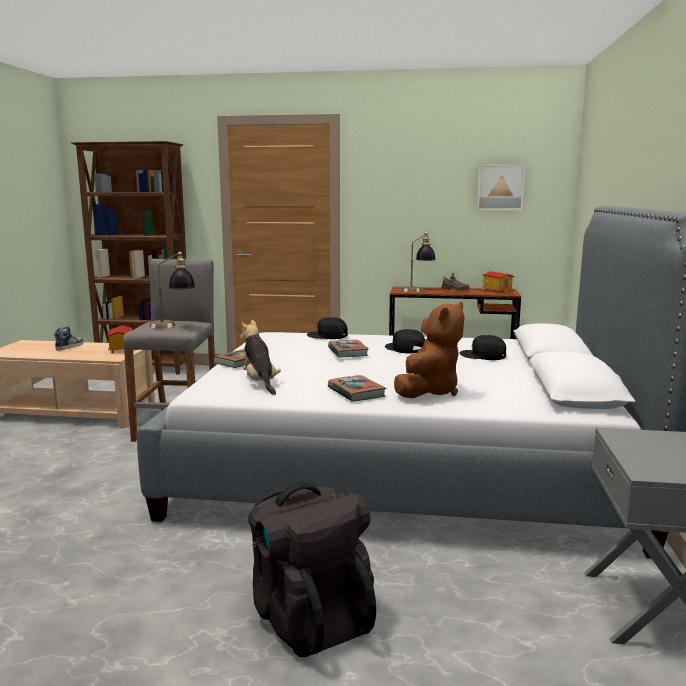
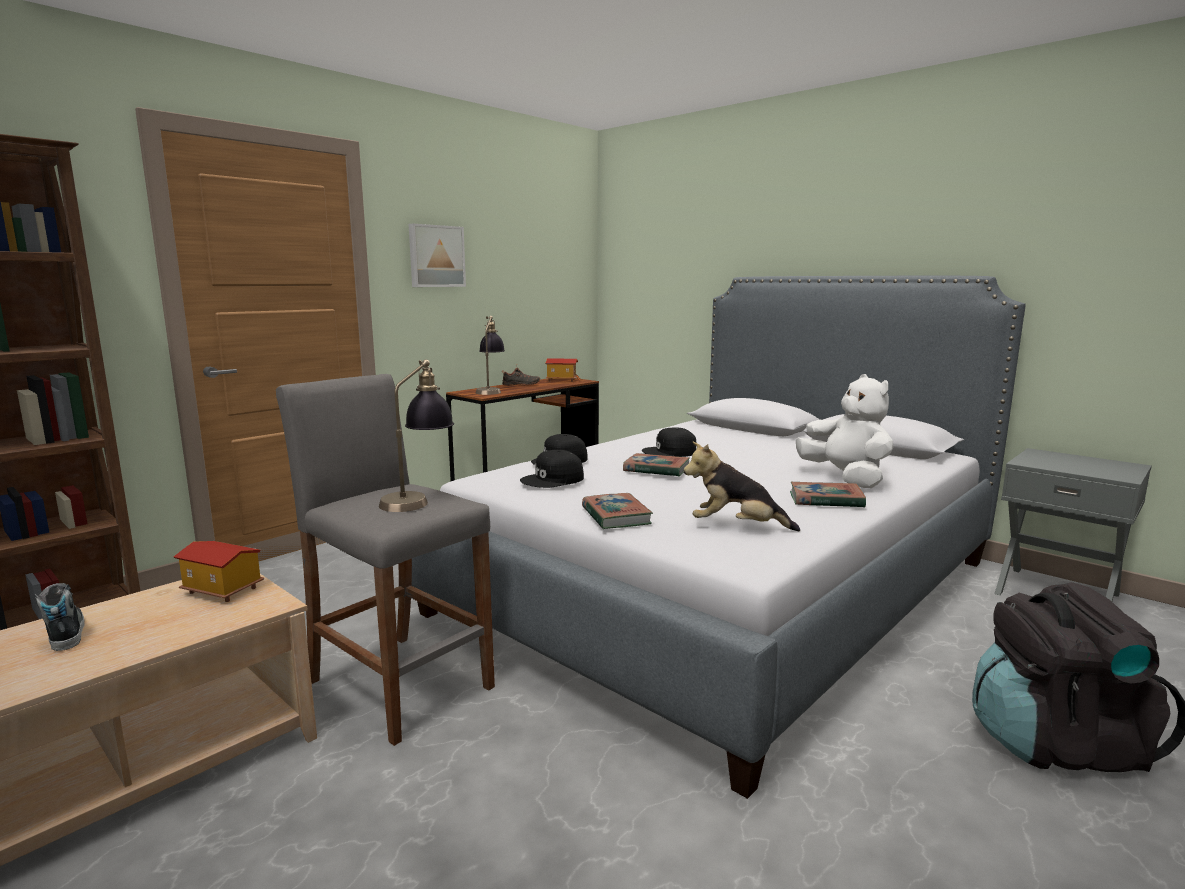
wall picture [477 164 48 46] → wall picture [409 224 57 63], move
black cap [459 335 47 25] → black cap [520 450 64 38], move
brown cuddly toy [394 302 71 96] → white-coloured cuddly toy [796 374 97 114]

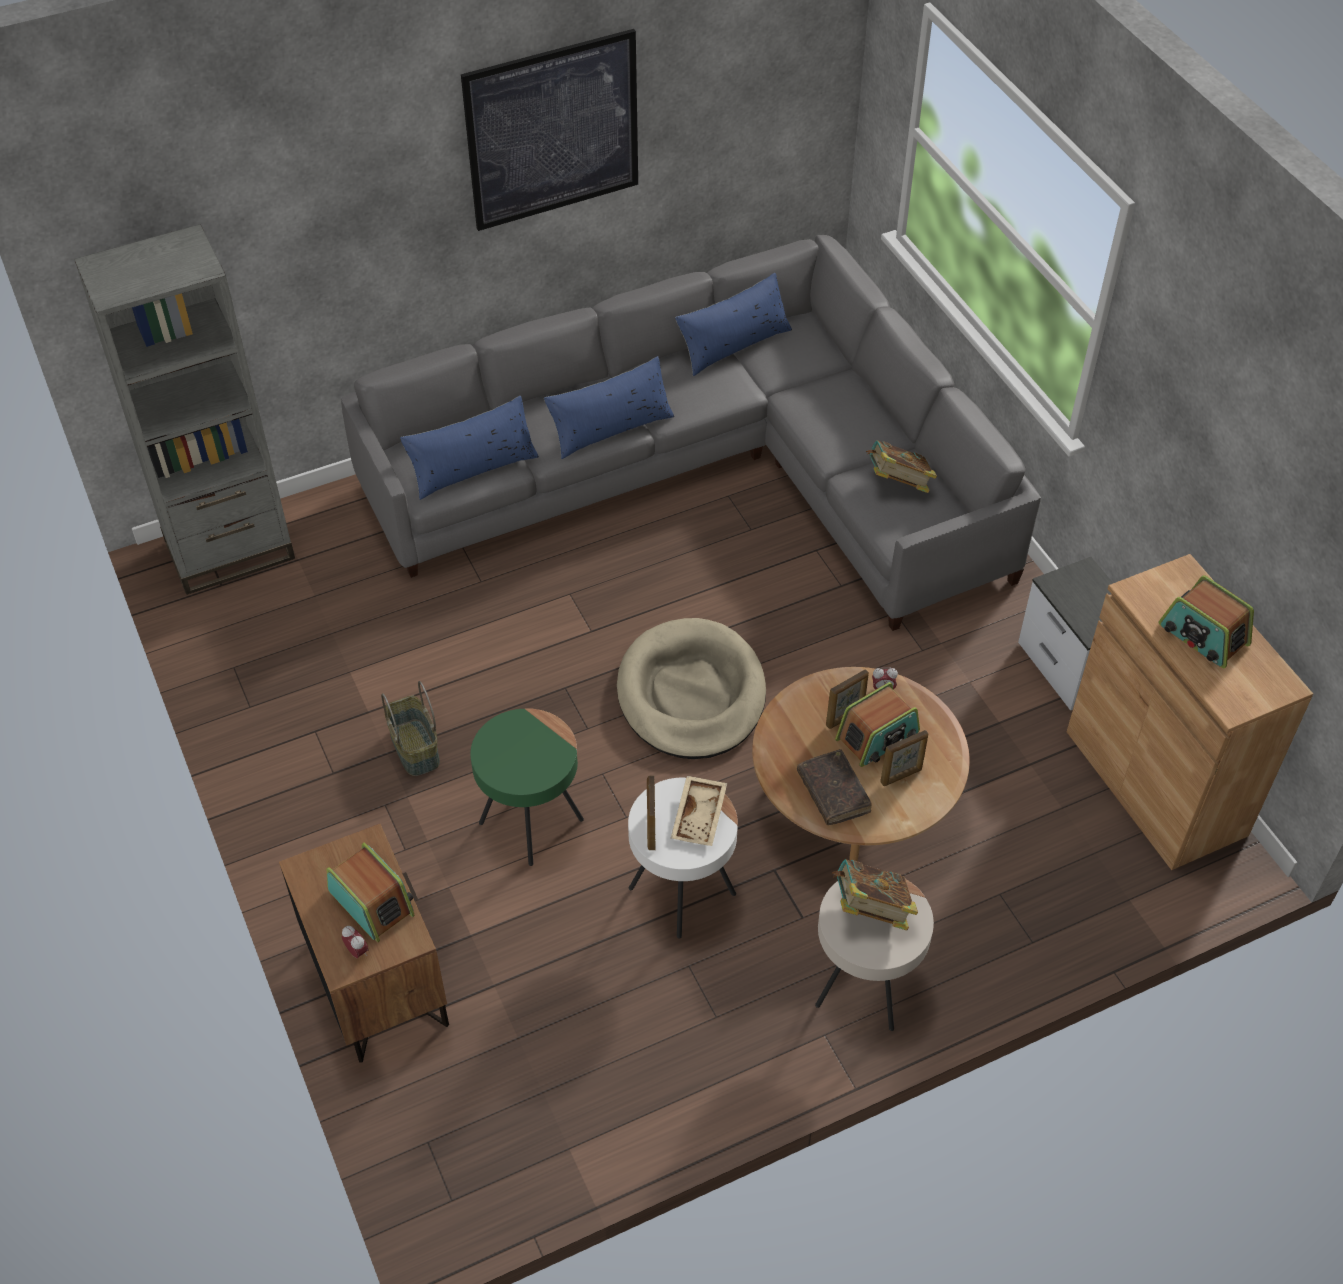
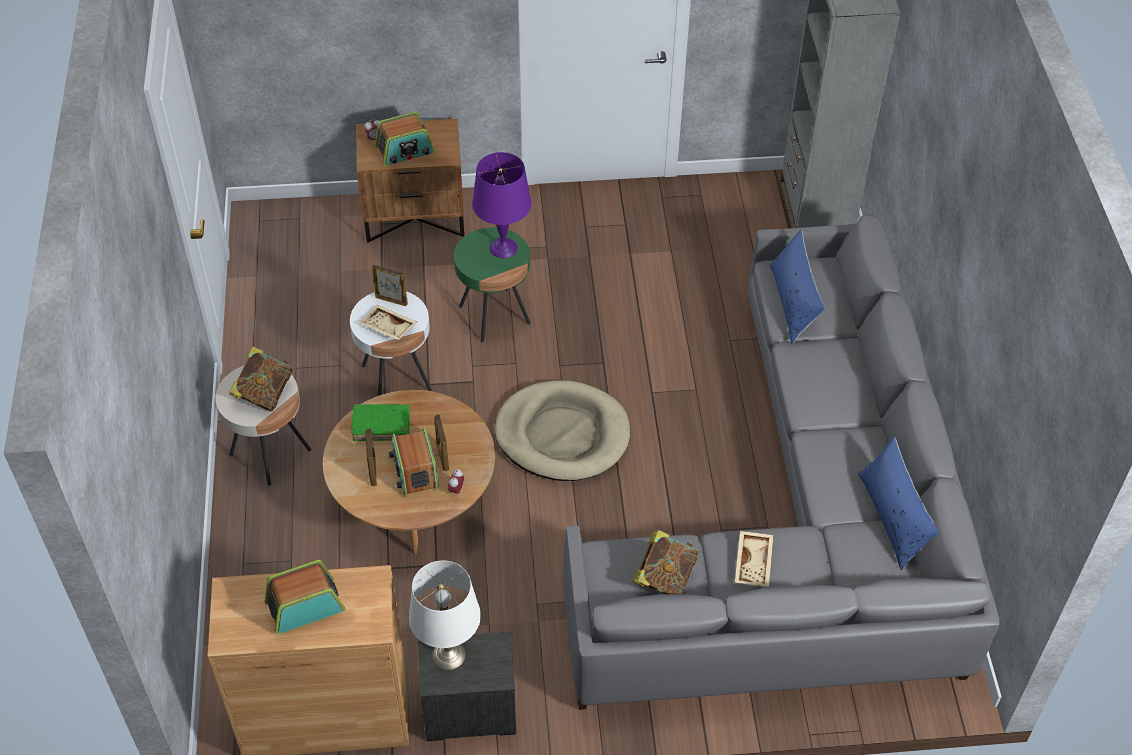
brown bound book [797 749 75 76] → green-coloured bound book [351 404 59 37]
- → white-coloured table lamp [409 561 72 109]
- → purple-coloured table lamp [472 152 60 106]
- → sand-coloured carrying tray [735 531 39 56]
storage basket [381 681 59 95] → -
wall picture [461 29 177 202] → -
blue throw pillow [544 356 130 103] → -

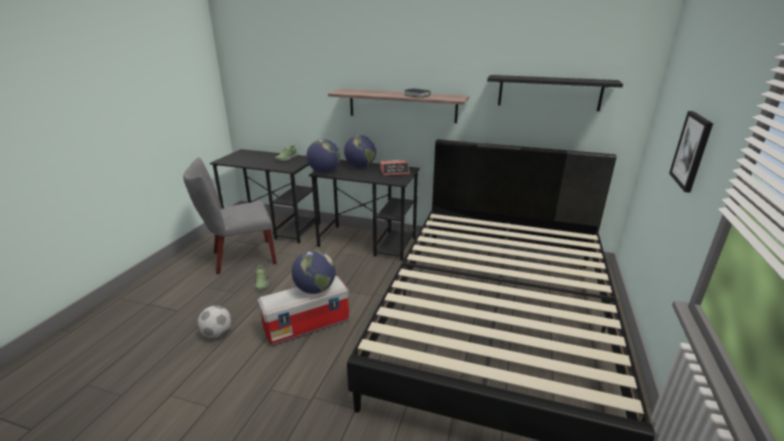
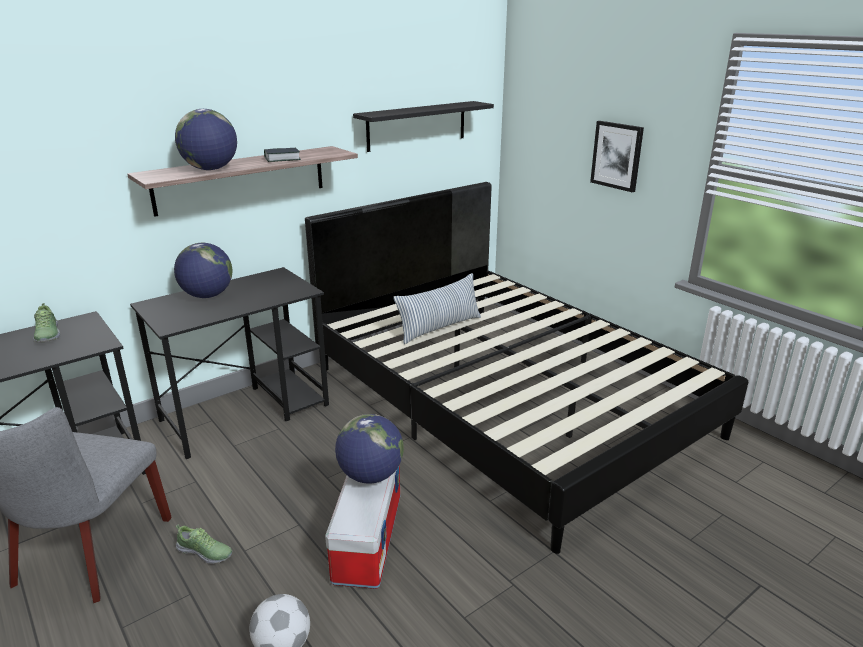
globe [307 139 33 34] → globe [175 109 62 61], move
- → throw pillow [393 273 88 71]
bedside clock [380 160 30 16] → -

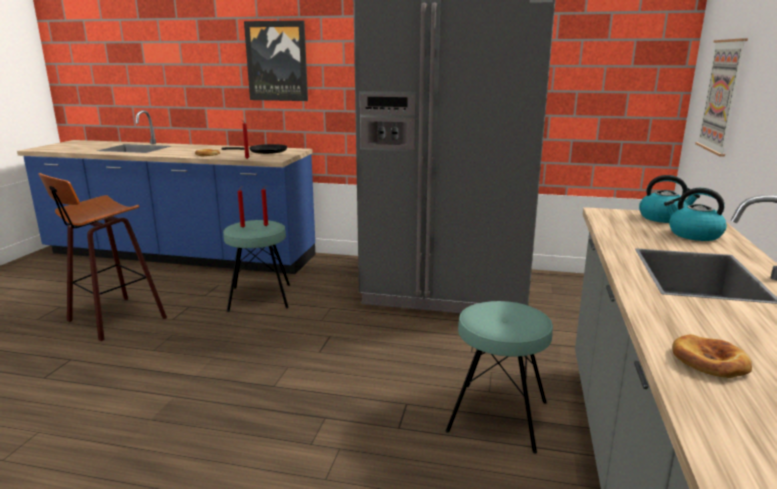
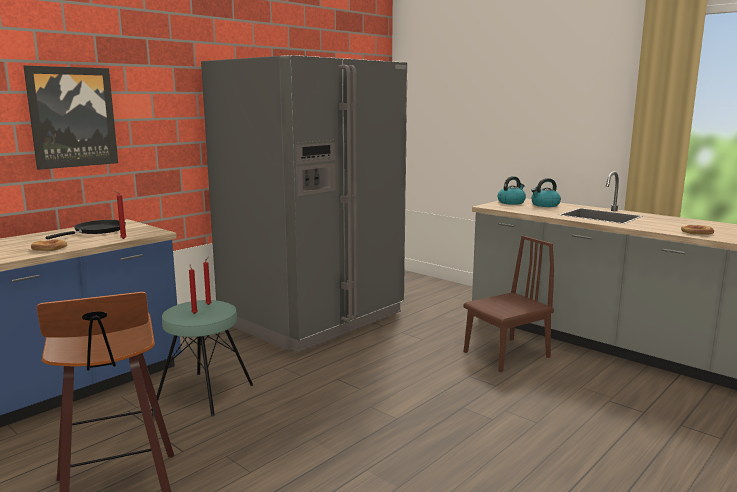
turquoise-coloured stool [446 301 107 153] → brown chair [464 235 90 137]
wall picture [695 38 53 119] → -

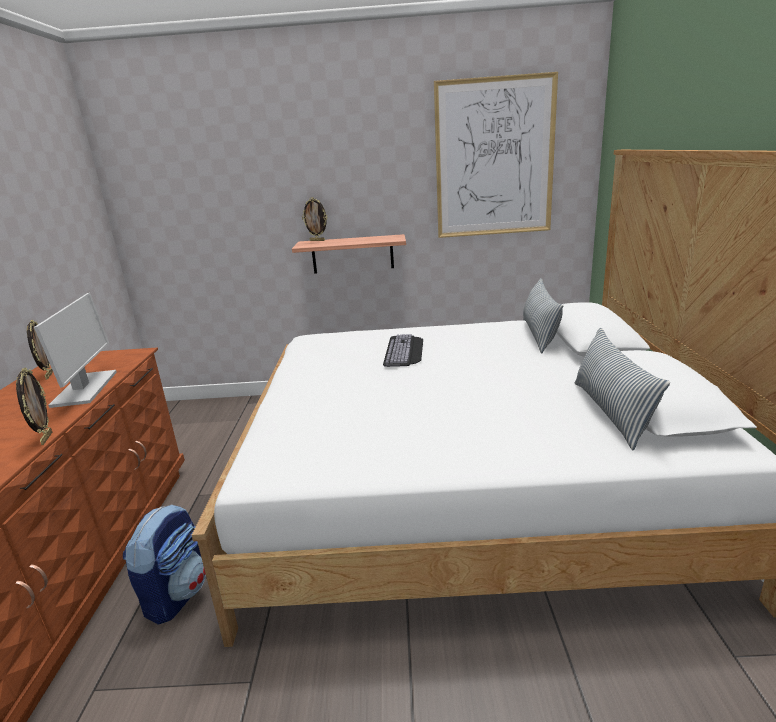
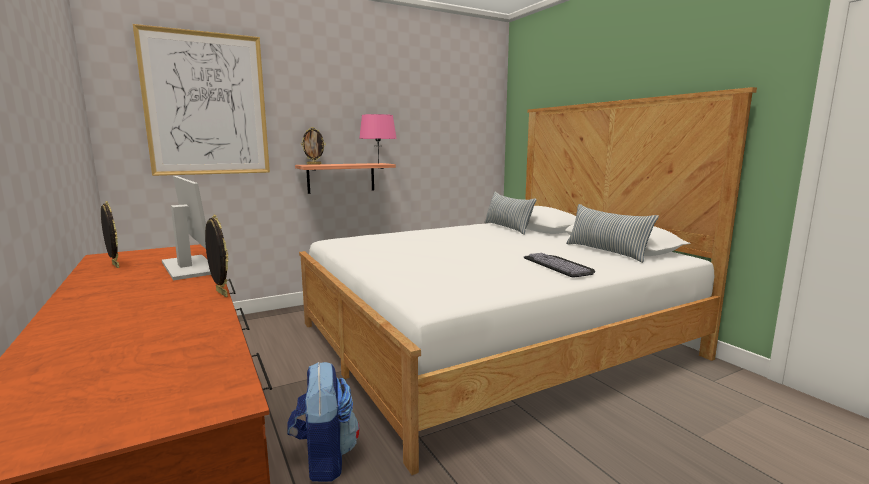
wall picture [434 72 124 166] → wall picture [133 24 137 152], move
- → pink-coloured table lamp [359 114 38 50]
PC keyboard [383 334 40 33] → PC keyboard [524 253 71 24], move

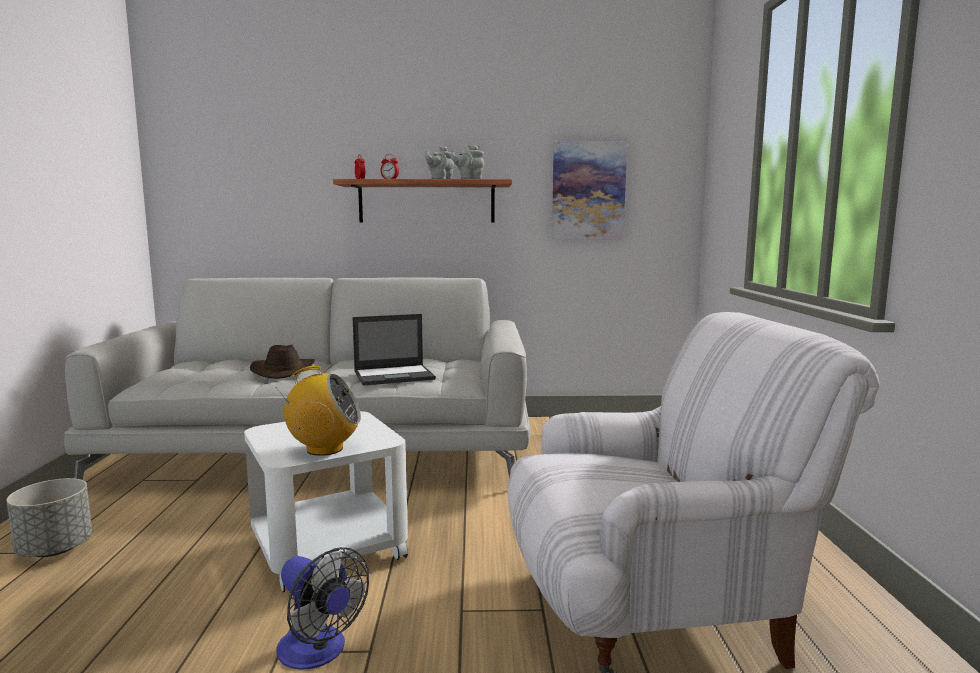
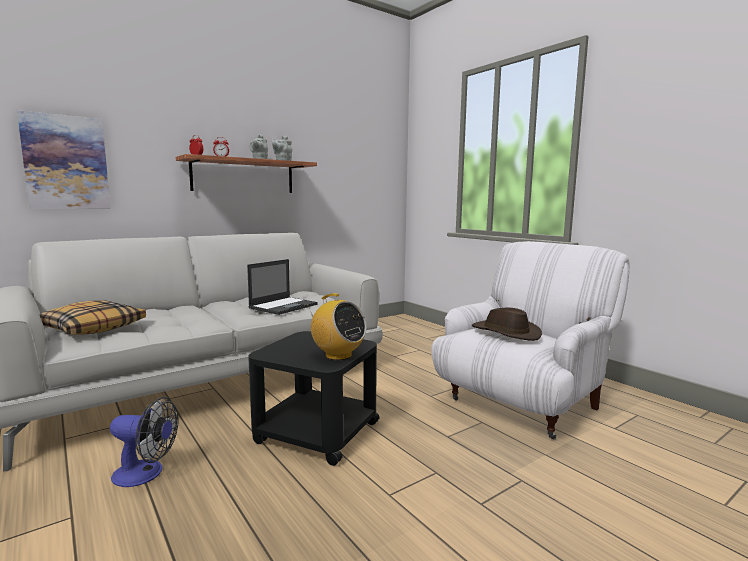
wall picture [552 141 75 98] → wall picture [17 110 94 99], move
- → throw pillow [40 300 106 35]
cooling fan [276 547 93 123] → cooling fan [110 397 69 90], move
white-coloured side table [244 411 164 181] → black side table [248 331 132 135]
radio receiver [275 366 86 90] → radio receiver [307 293 60 67], 75 degrees clockwise
brown clothing hat [250 345 65 34] → brown clothing hat [472 308 70 33], move
gray planter [6 478 86 79] → -

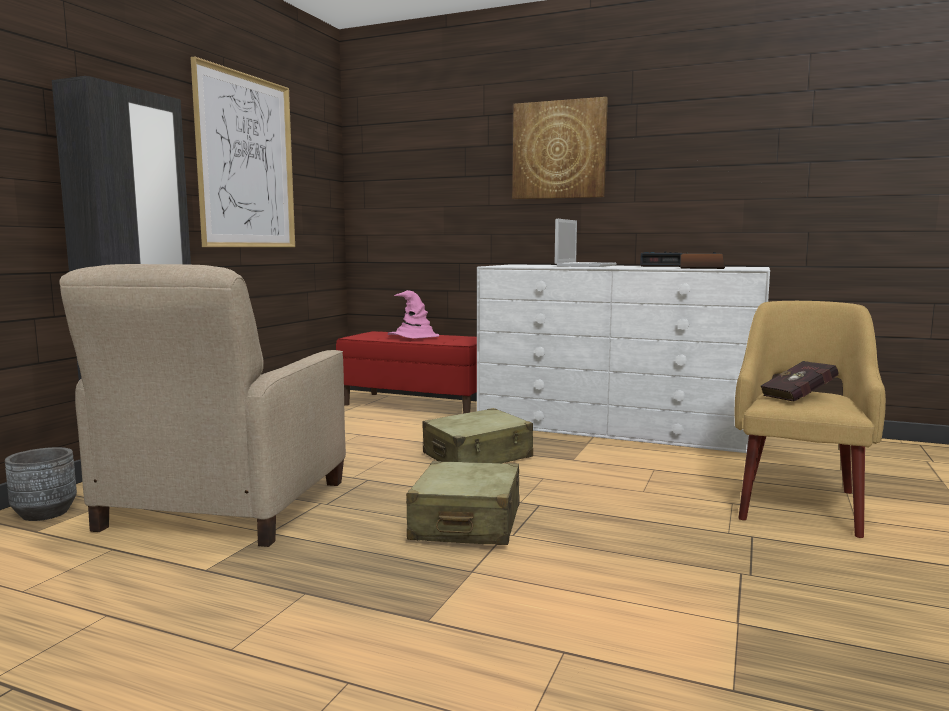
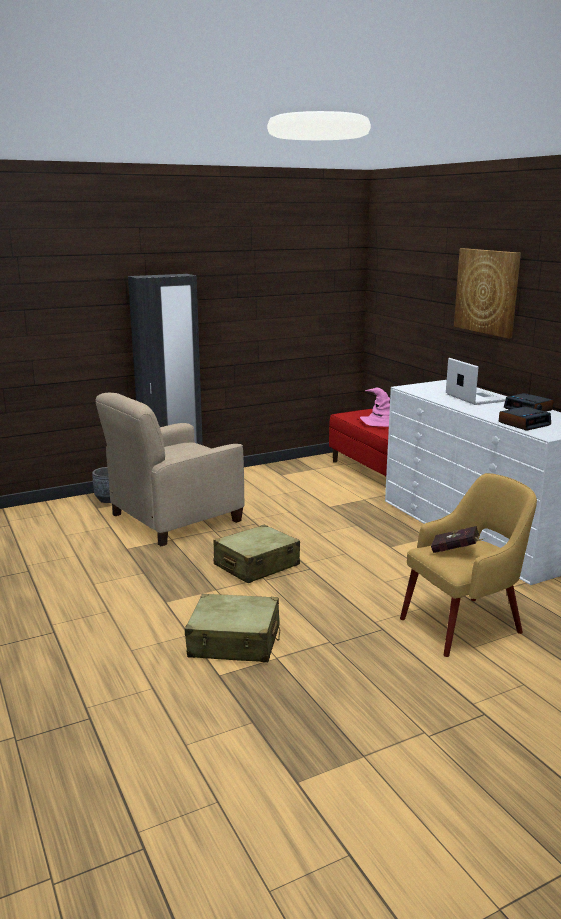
sand-coloured piece of luggage [422 408 111 55] → sand-coloured piece of luggage [185 594 95 68], move
notebook computer [555 219 62 48] → notebook computer [446 358 59 47], 90 degrees counterclockwise
wall picture [190 56 105 191] → -

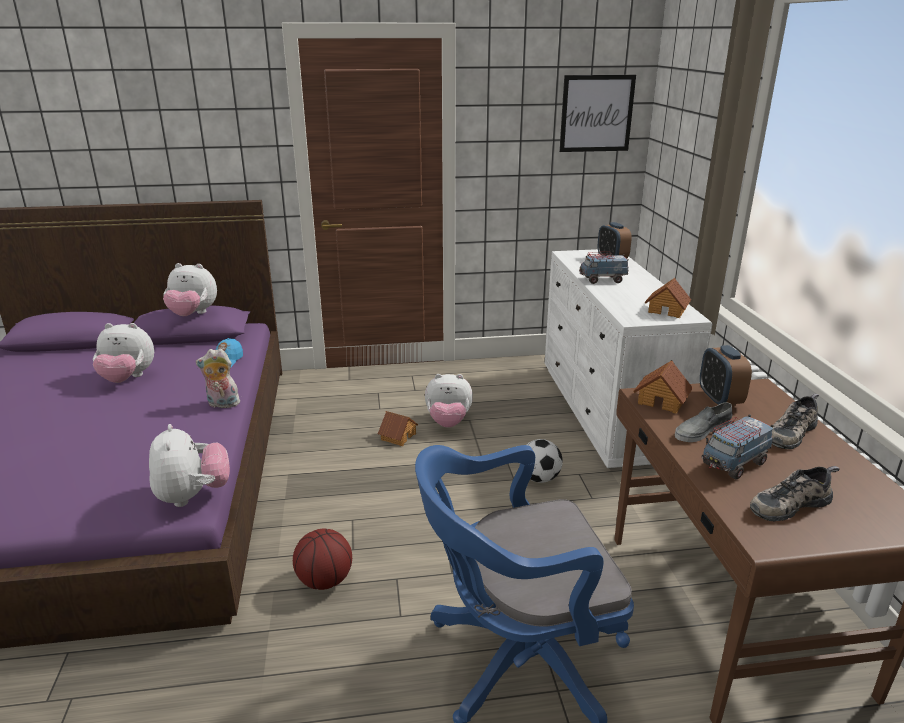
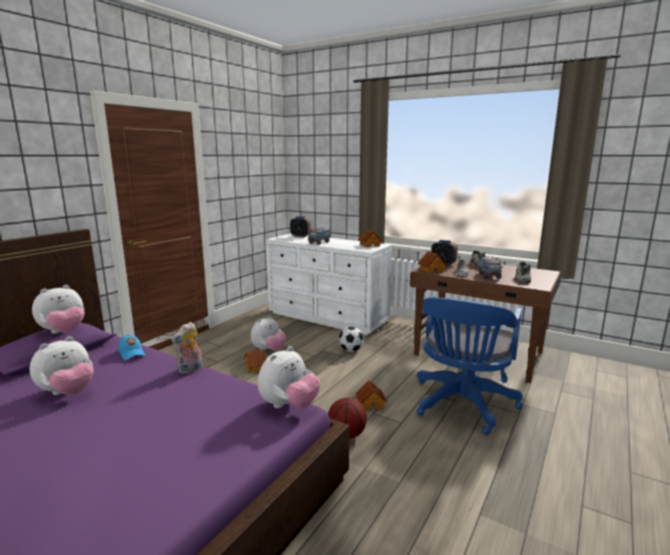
cuddly toy [149 424 81 83] → cuddly toy [258 346 62 62], 105 degrees clockwise
- → miniature house [355 380 32 30]
wall picture [559 75 77 77] → -

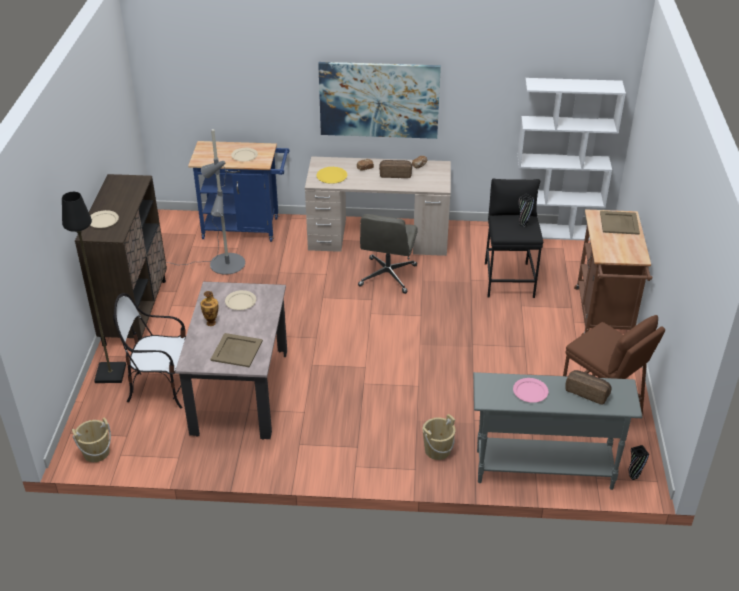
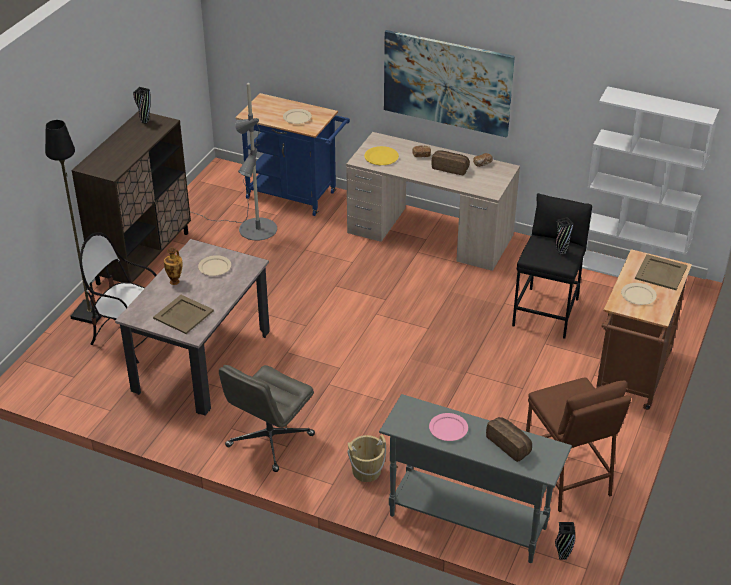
- → black flower vase [133 87 18 37]
gray computer chair [358 214 59 80] → gray computer chair [219 365 96 107], move
sand-coloured plate [90 210 29 18] → sand-coloured plate [621 283 36 22], move
sand-coloured bucket [72 417 39 45] → -

